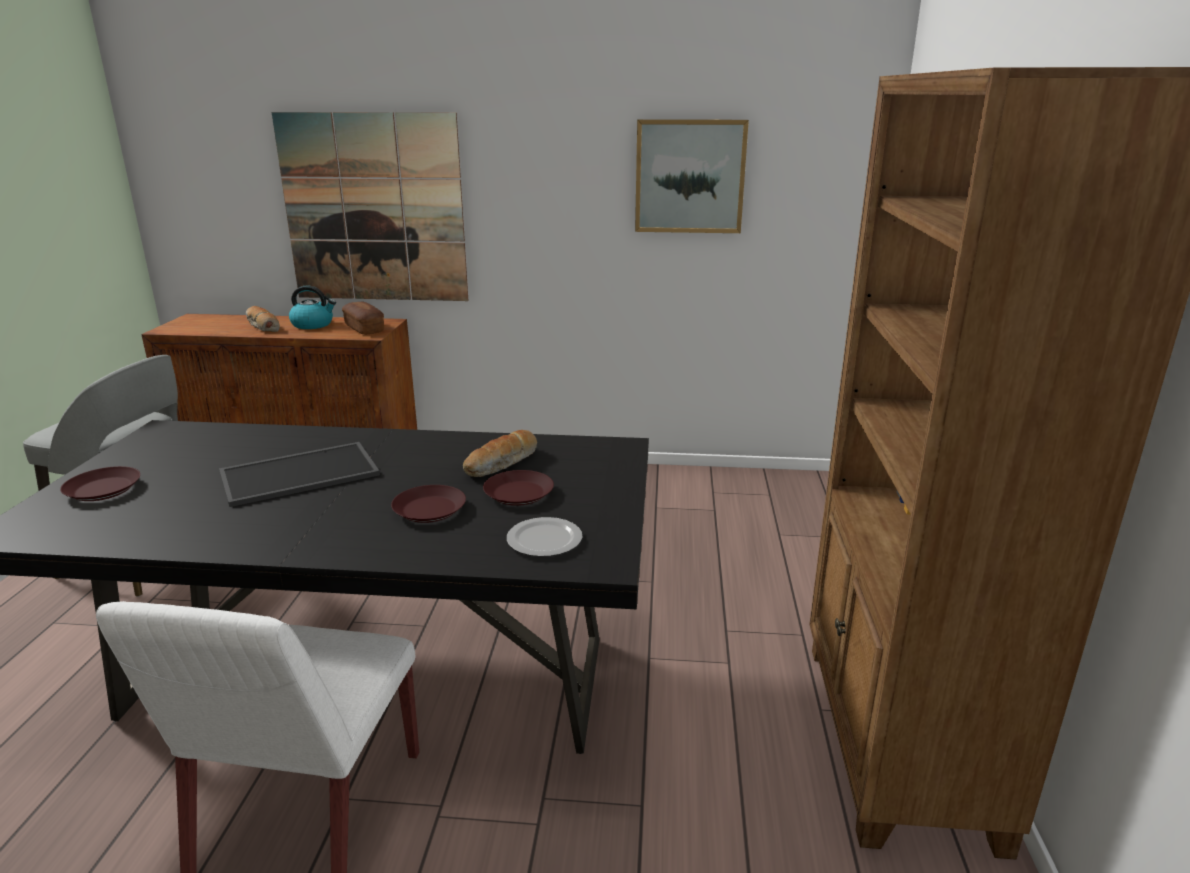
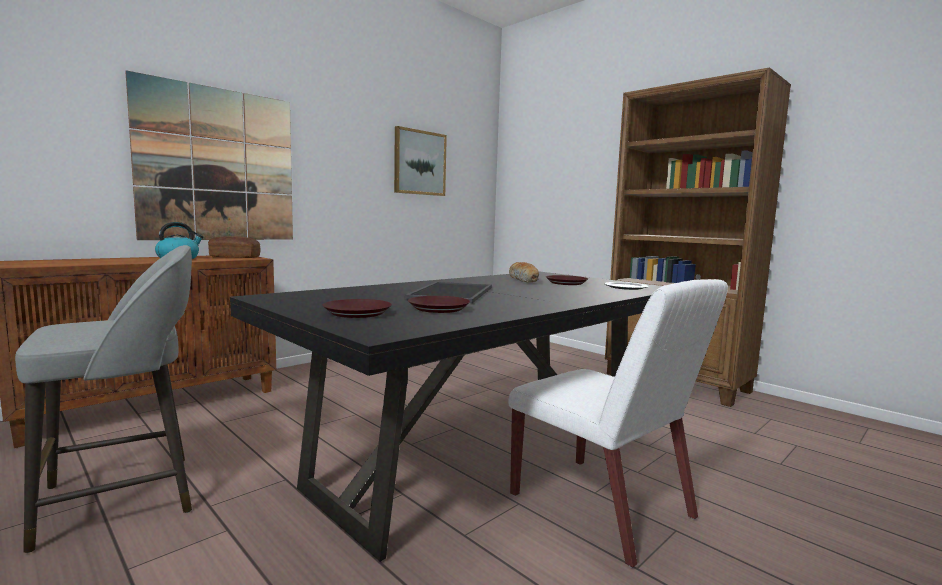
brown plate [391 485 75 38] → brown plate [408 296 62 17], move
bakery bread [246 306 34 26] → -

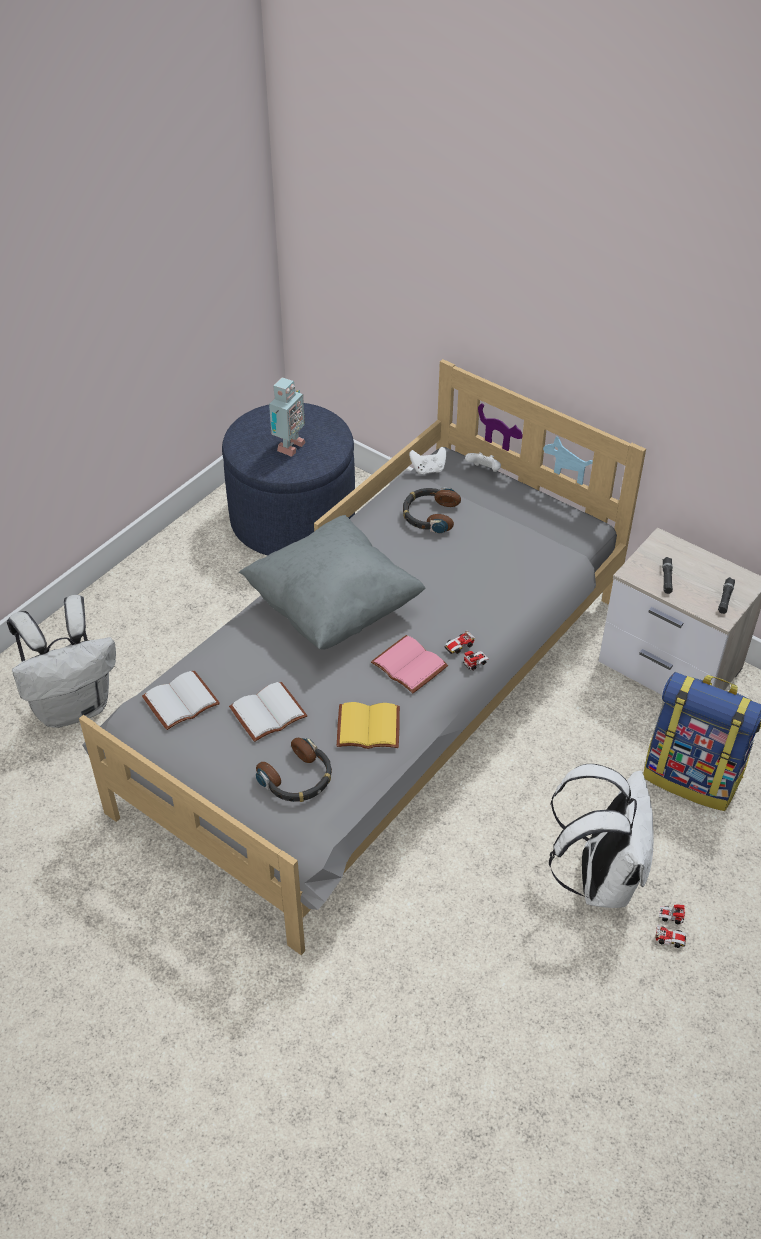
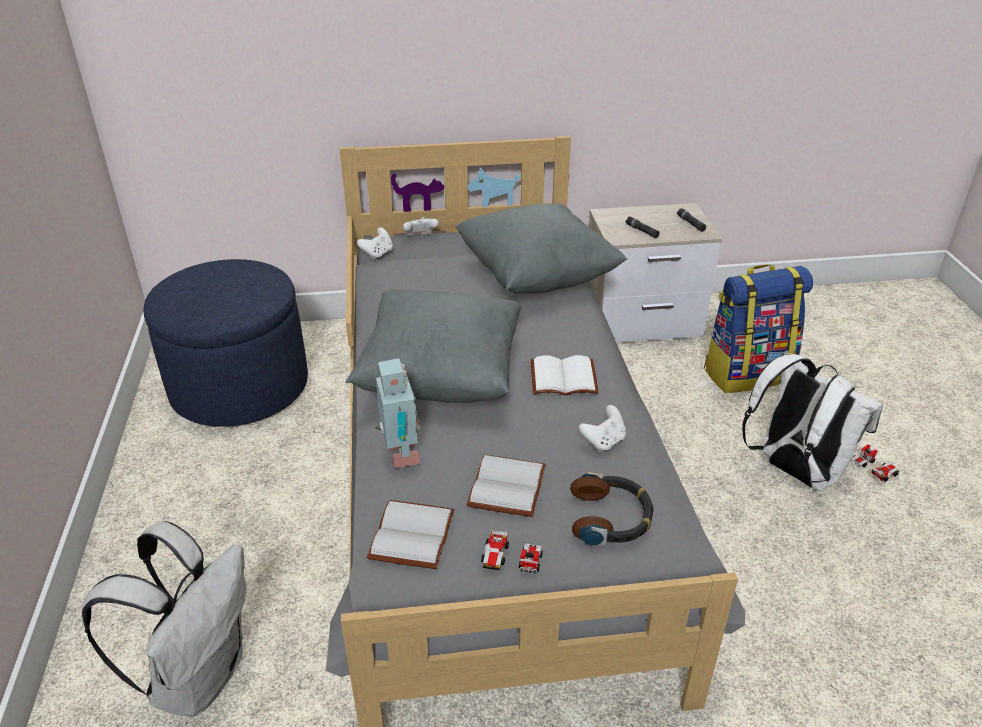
robot figure [269 377 37 80] → robot figure [375 358 45 110], move
- → gray throw pillow [455 203 172 91]
toy car [444 630 45 40] → toy car [481 530 62 43], move
pink-coloured bound book [371 635 77 59] → white-coloured bound book [531 355 68 40]
yellowish bound book [337 702 63 47] → white-coloured game controller [579 405 47 47]
pair of headphones [403 487 58 47] → -

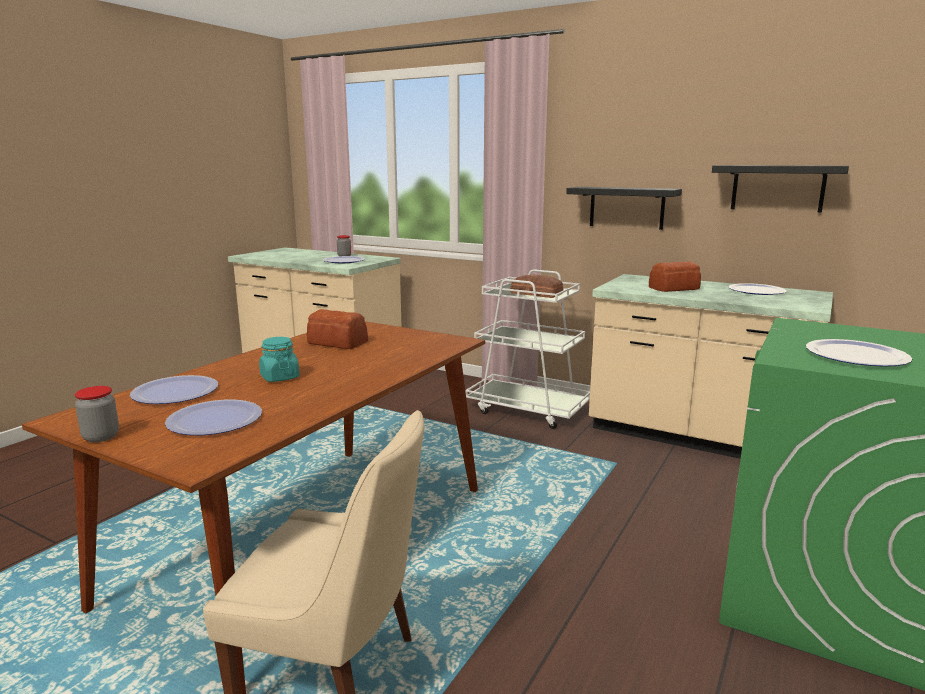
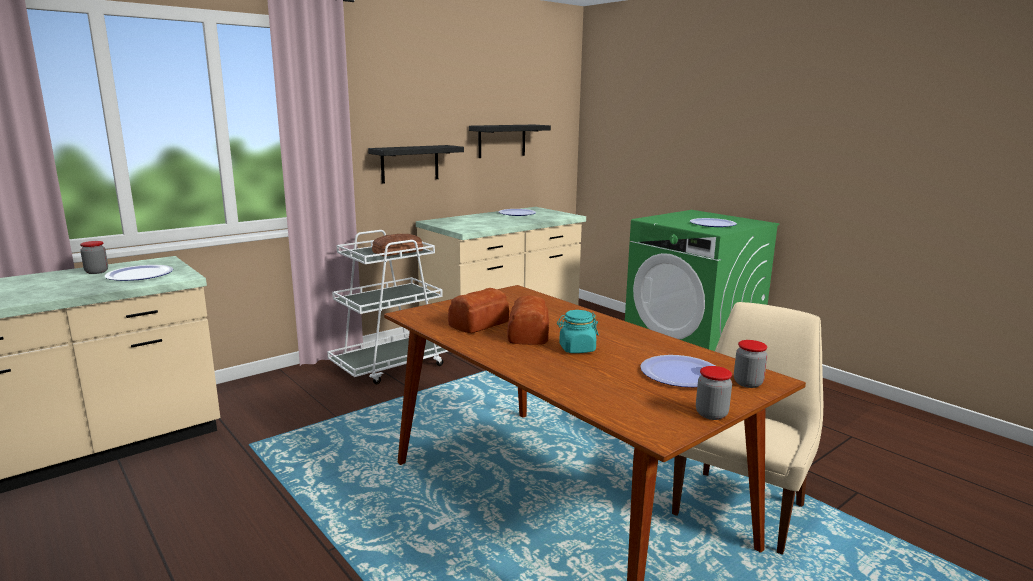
bakery bread [649 261 52 31] → bakery bread [507 295 42 50], move
- → jar [734 340 33 48]
plate [130 375 88 29] → -

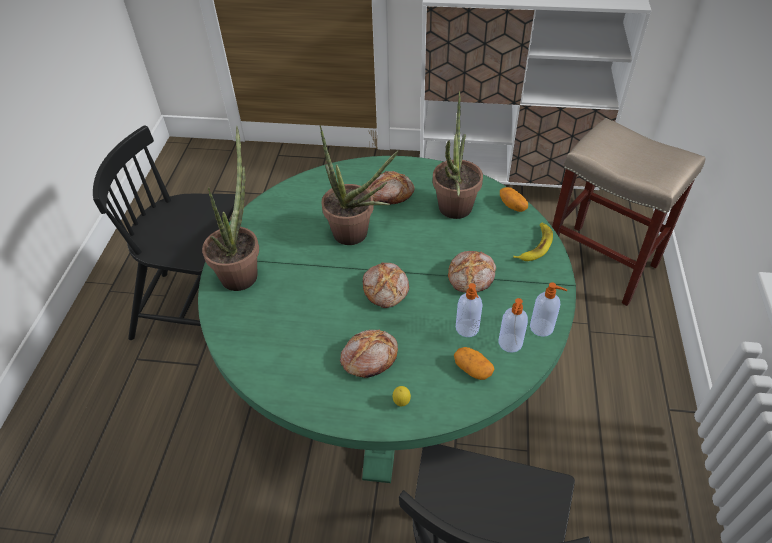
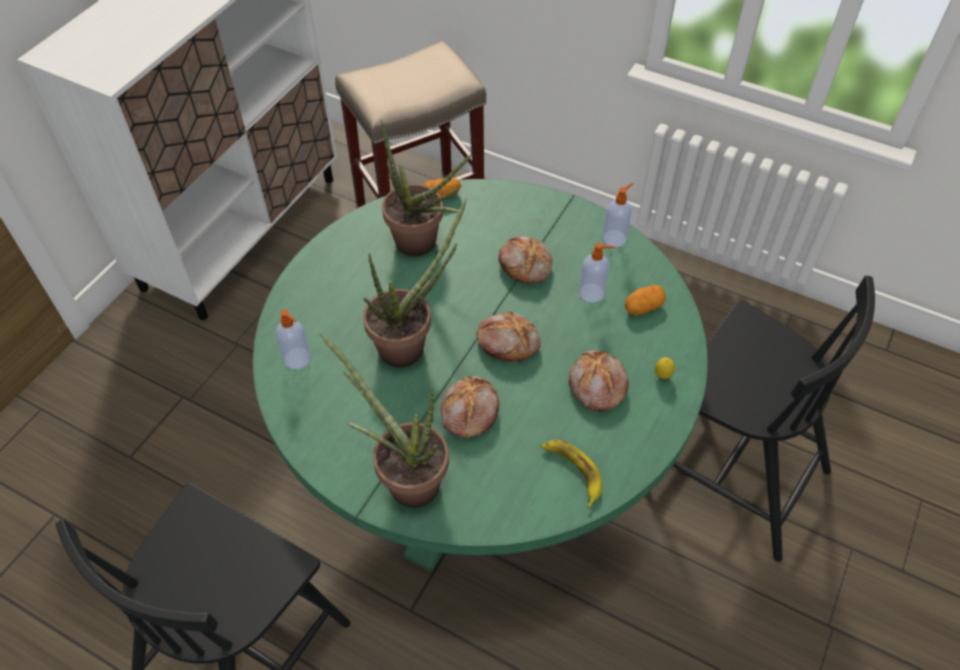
soap bottle [499 298 29 55] → soap bottle [276 309 35 60], move
bakery bread [367 171 48 33] → bakery bread [441 376 59 62], move
whole banana [513 223 40 38] → whole banana [541 440 61 68], move

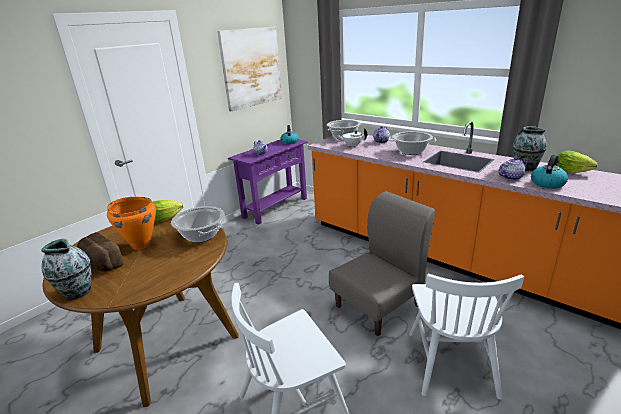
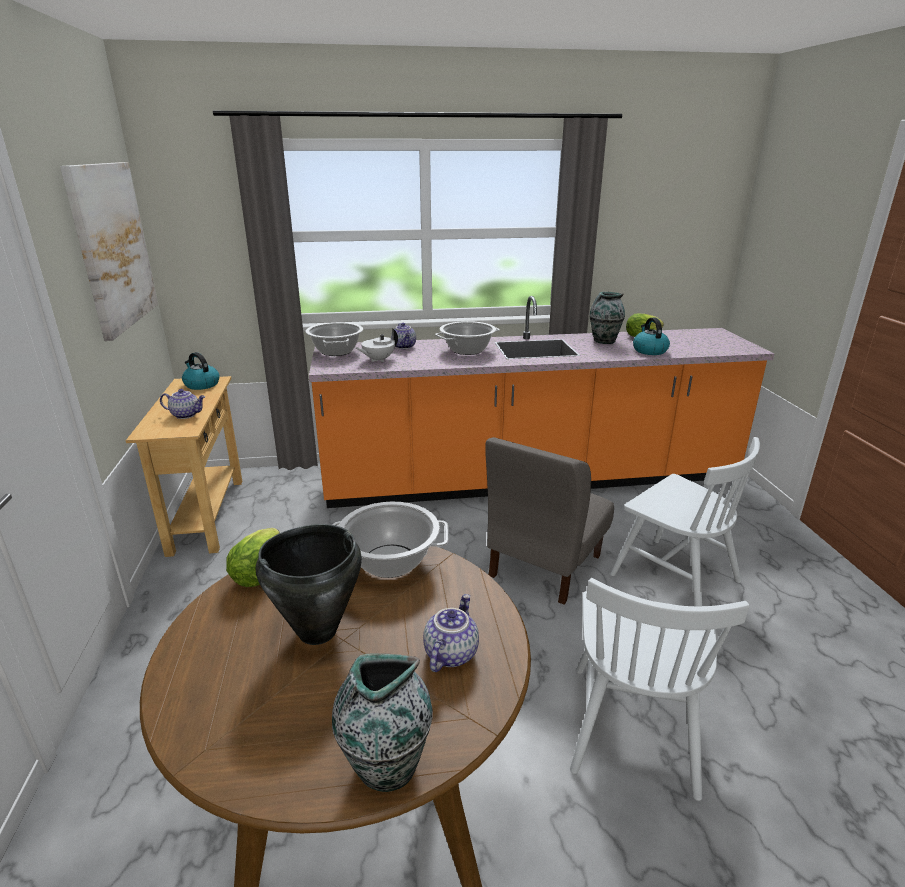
purple-coloured narrow table [228 139 80 86] → sand-coloured narrow table [126 376 116 181]
orange saucepot [107 197 49 53] → black saucepot [256 524 106 121]
tea pot [498 157 31 23] → tea pot [423 594 56 78], move
gray chair [329 191 106 145] → gray chair [485 437 129 168], 150 degrees counterclockwise
bakery bread [77 232 47 40] → -

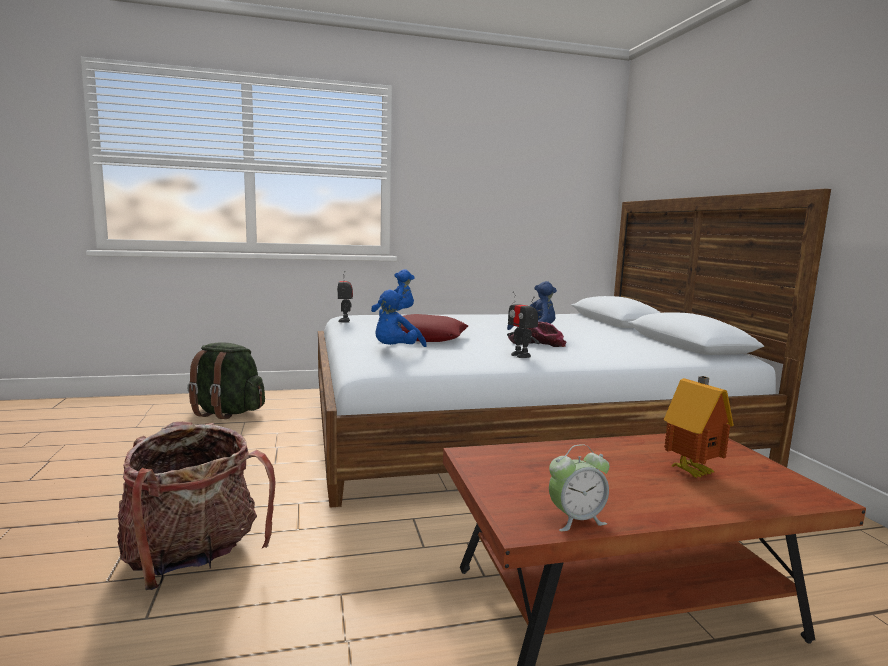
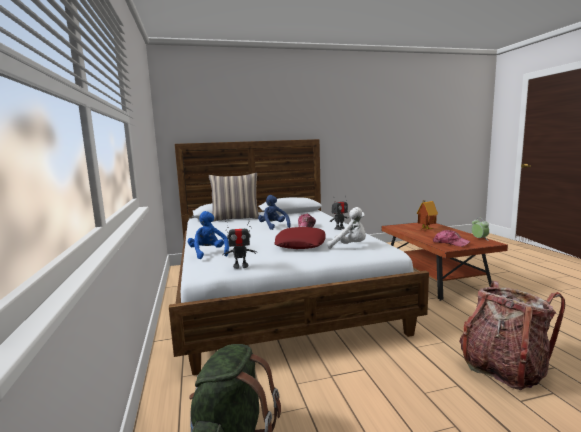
- → throw pillow [209 173 50 49]
blue cuddly toy [376 290 51 57] → white-coloured cuddly toy [327 207 39 42]
- → cap [433 230 38 17]

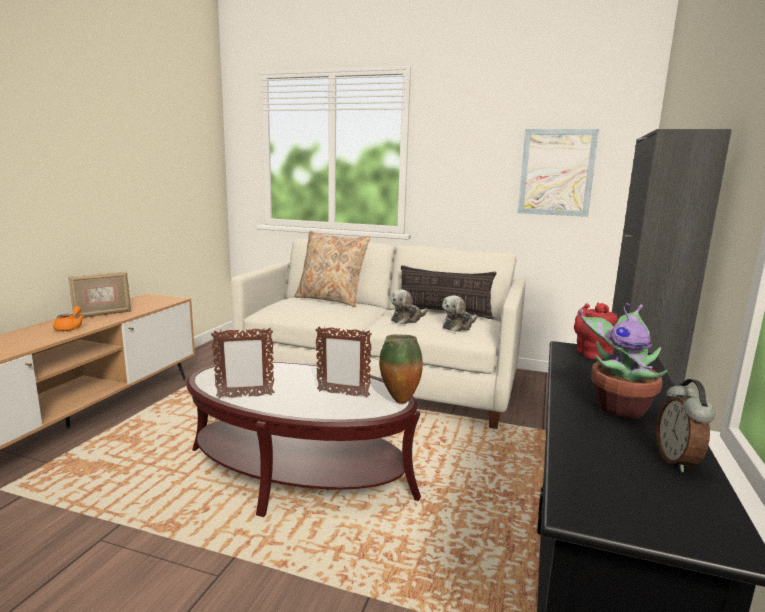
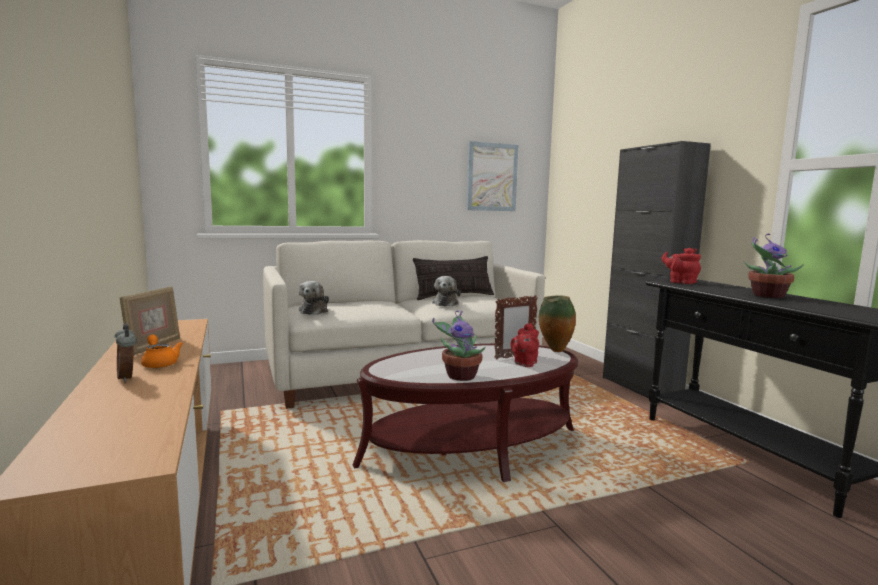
bedside clock [656 379 59 93] → bedside clock [115 323 22 59], move
cuddly toy [442 295 35 37] → cuddly toy [299 281 30 34], move
standing frame [211 327 63 71] → plant in a pot [432 311 54 70]
- → reddish tea pot [511 323 28 44]
sand-coloured throw pillow [295 231 76 76] → -

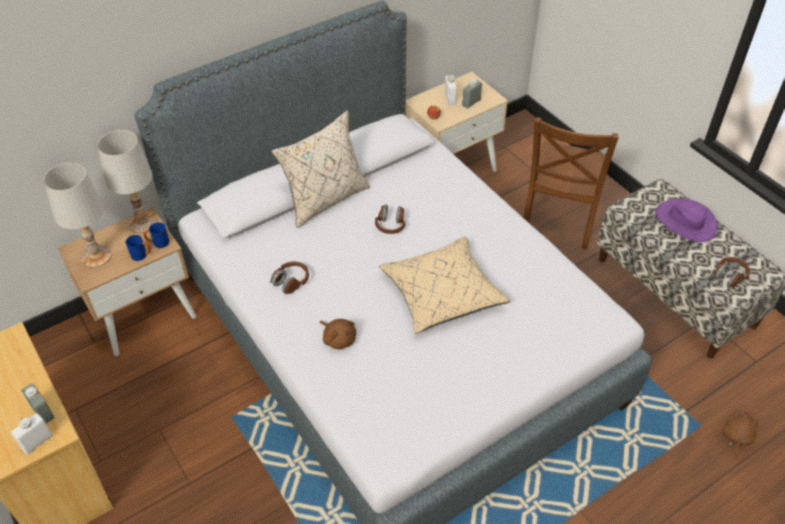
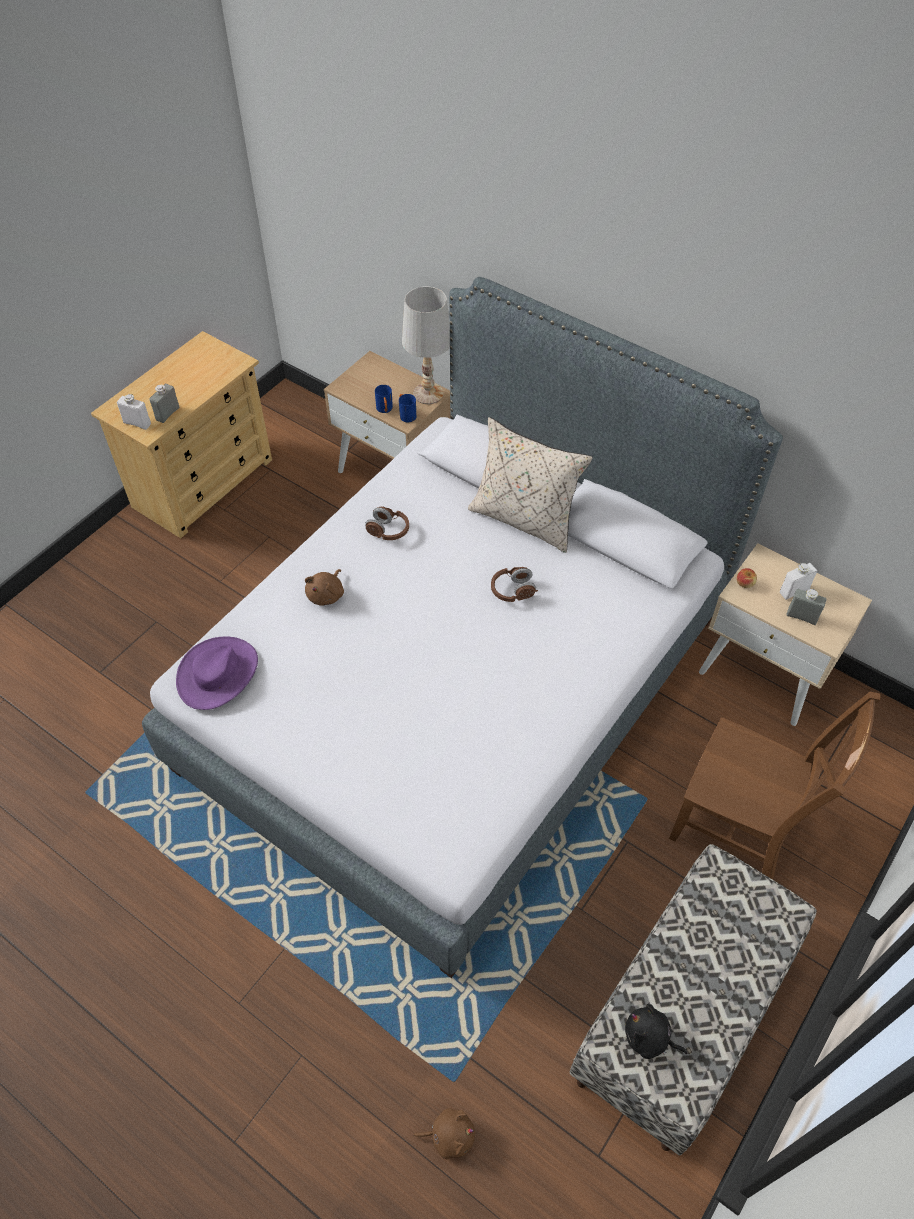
purple-coloured clothing hat [655 198 63 44] → purple-coloured clothing hat [176 636 82 74], move
brown pair of headphones [714 257 36 30] → black cuddly toy [625 1004 63 55]
brown chair [524 117 95 132] → brown chair [669 692 212 188], 150 degrees counterclockwise
white-coloured table lamp [44 163 68 105] → -
sand-coloured throw pillow [379 237 131 97] → -

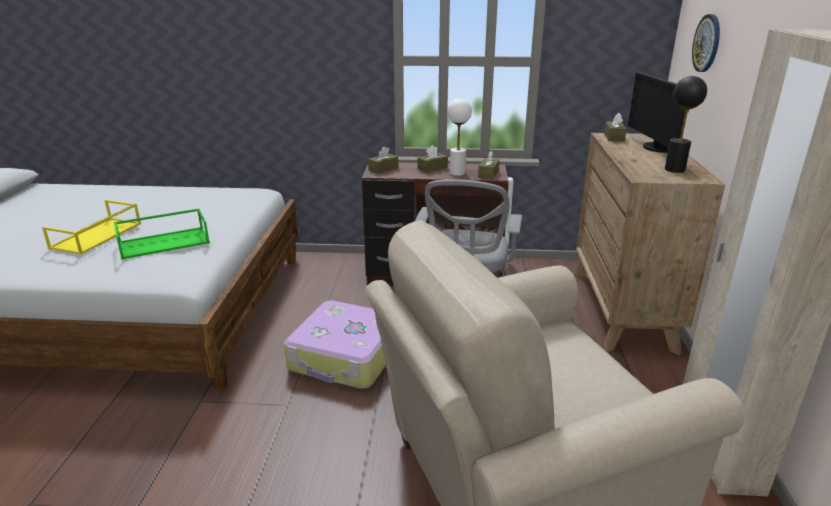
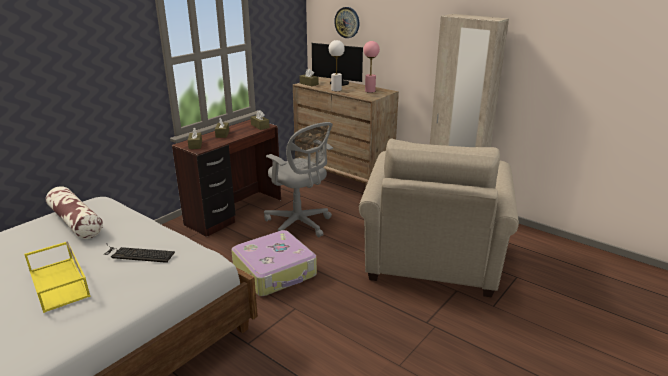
- → throw pillow [46 186 57 53]
green-coloured carrying tray [114 208 96 51] → PC keyboard [104 243 71 20]
white-coloured table lamp [447 98 25 78] → white-coloured table lamp [329 40 16 51], move
black table lamp [665 76 42 97] → pink-coloured table lamp [363 41 17 52]

